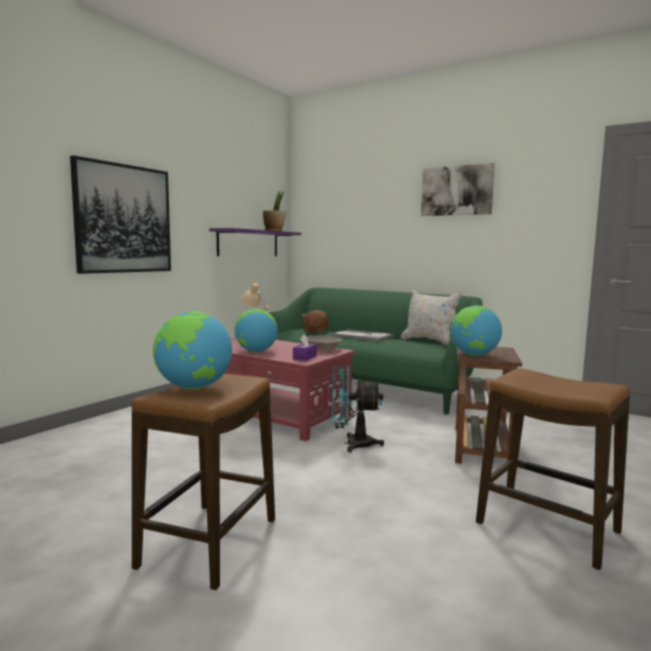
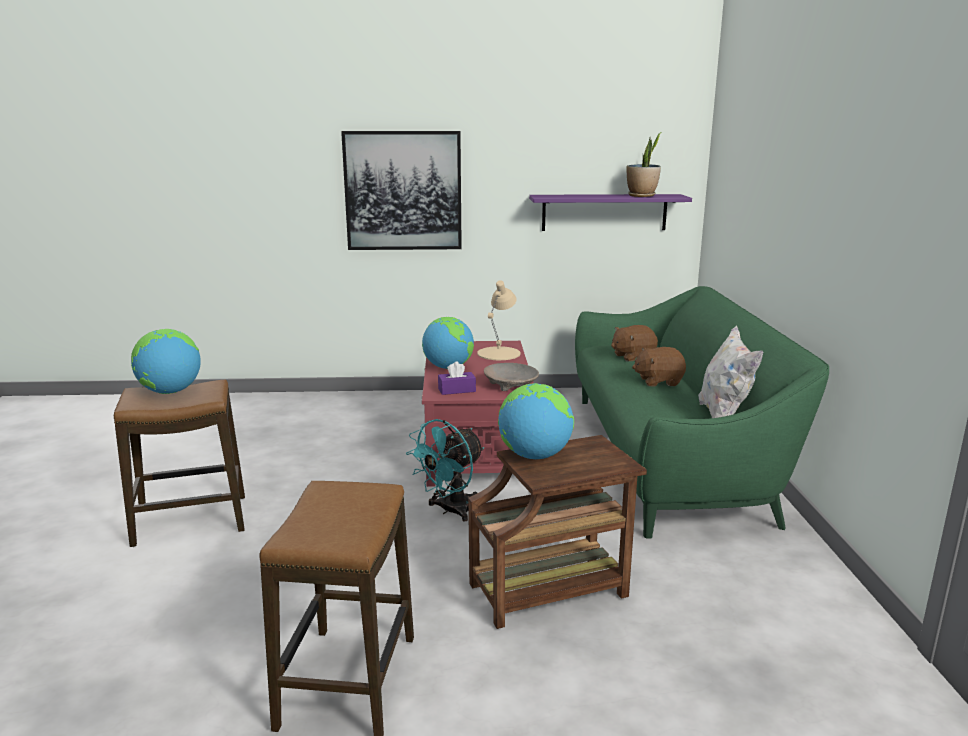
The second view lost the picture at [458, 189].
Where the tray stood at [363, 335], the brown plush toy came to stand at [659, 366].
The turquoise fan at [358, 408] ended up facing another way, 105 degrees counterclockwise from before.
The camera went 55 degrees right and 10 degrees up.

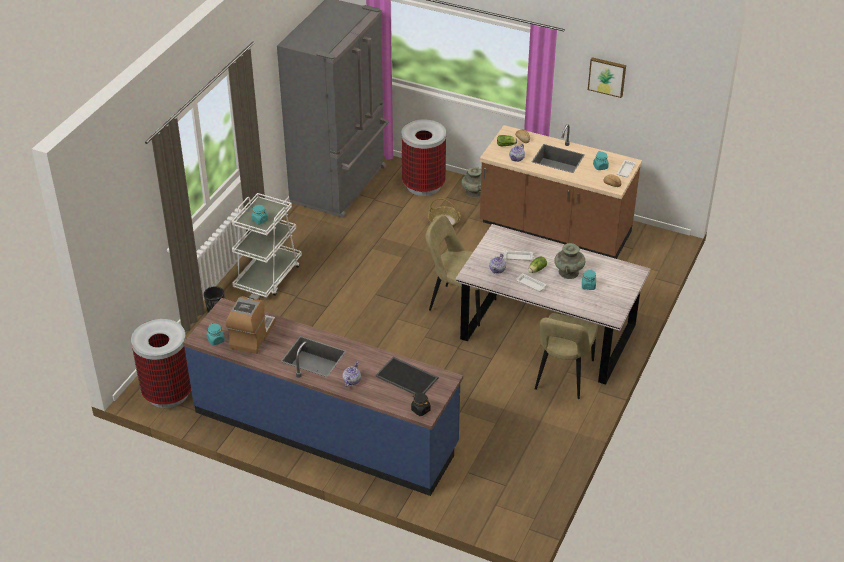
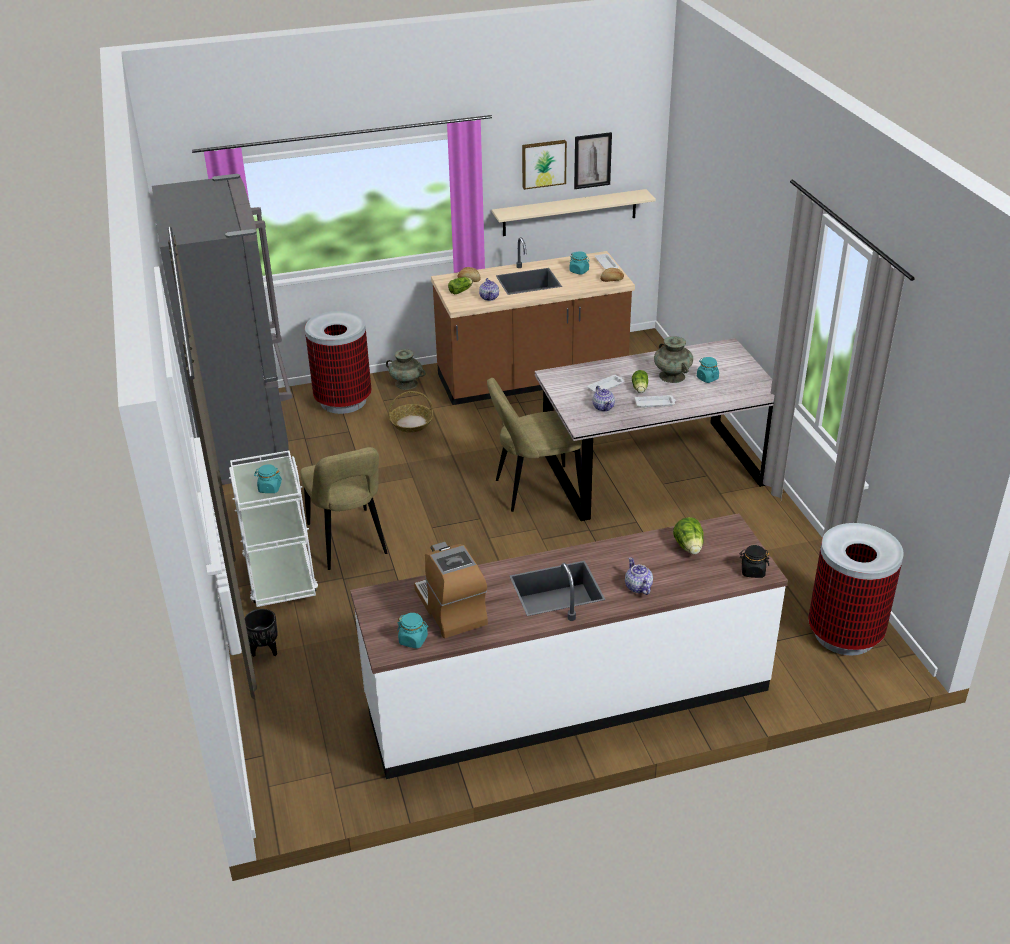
What was the blue counter at [323, 397] turned into the white counter at [569, 646].
The beige chair ended up elsewhere, having gone from [566, 356] to [343, 508].
The trash can ended up elsewhere, having gone from [161, 363] to [856, 589].
Where the tray stood at [406, 376], the lettuce came to stand at [688, 535].
The second view gained the picture at [593, 160].
The second view gained the beige shelf at [574, 212].
The camera went 40 degrees left and 5 degrees down.

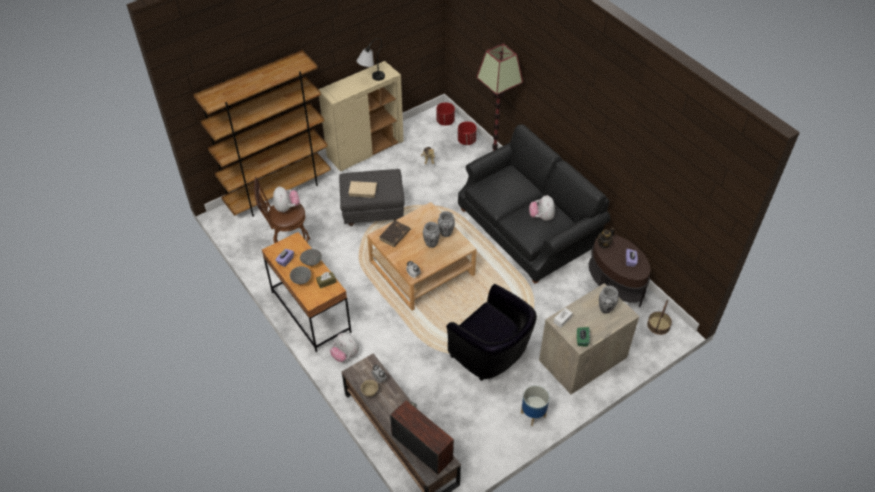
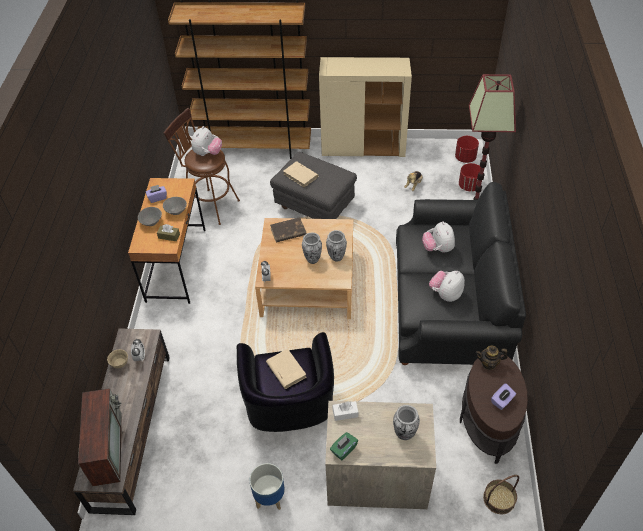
The second view lost the table lamp at [371, 59].
The plush toy ended up elsewhere, having gone from [344, 347] to [438, 236].
The second view gained the beige book at [286, 369].
The camera went 40 degrees right and 0 degrees up.

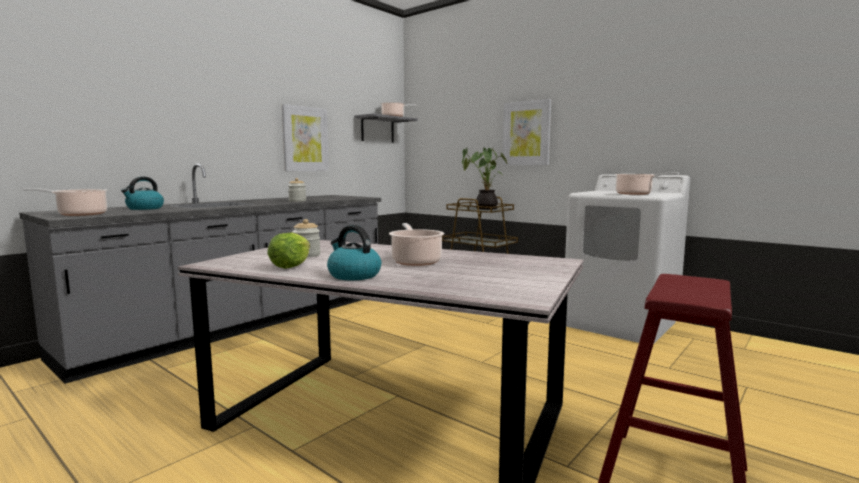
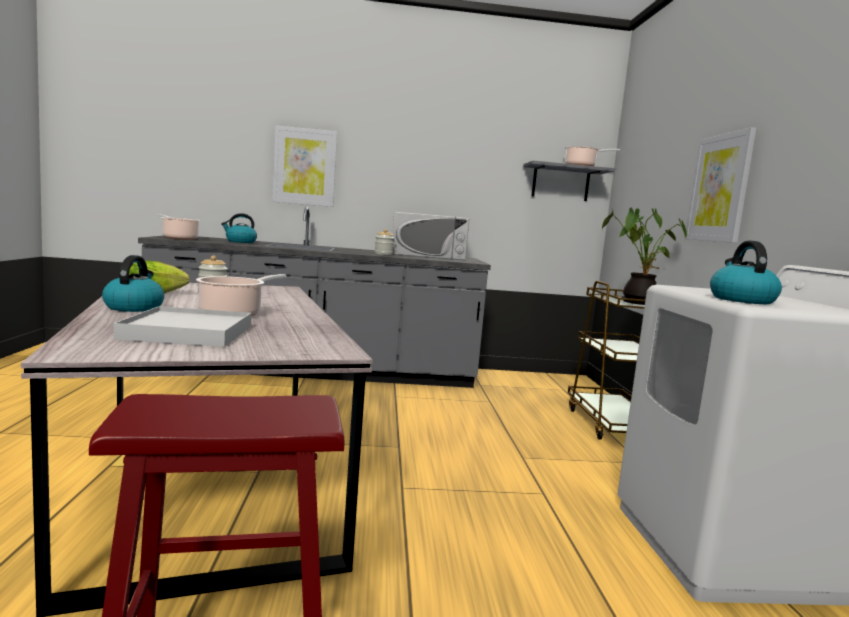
The picture ended up elsewhere, having gone from [305, 137] to [304, 166].
Where the cooking pot stood at [647, 184], the kettle came to stand at [746, 272].
The second view gained the white microwave at [431, 236].
The second view gained the white tray at [183, 326].
The camera went 45 degrees right and 0 degrees up.

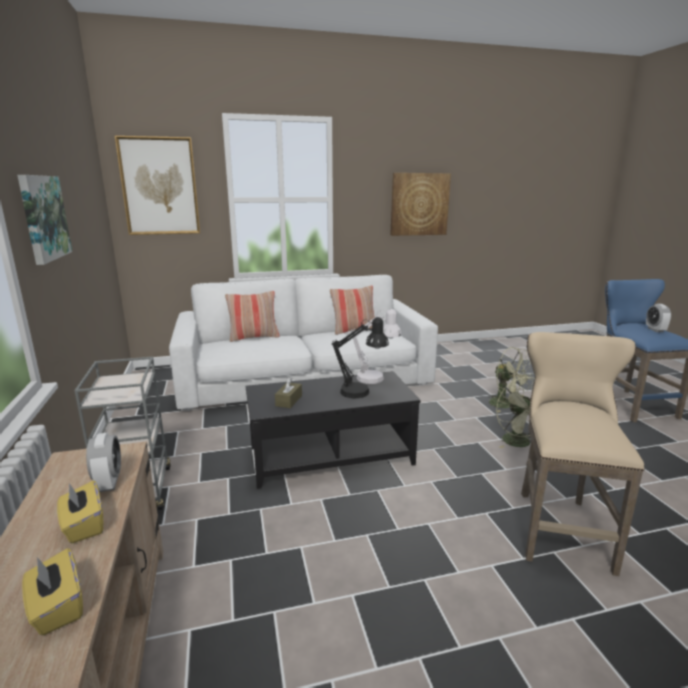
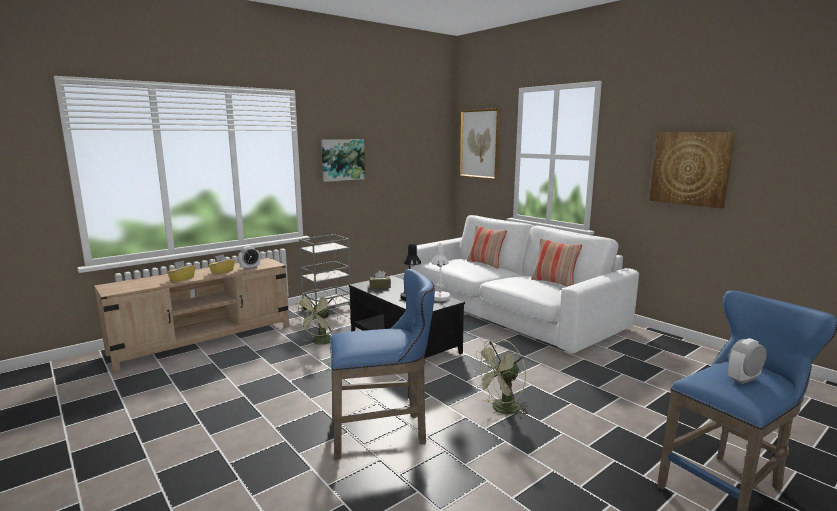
What was the beige stool at [583, 454] turned into the blue stool at [382, 364].
The green fan ended up elsewhere, having gone from [509, 379] to [316, 317].
The camera went 65 degrees right and 5 degrees down.

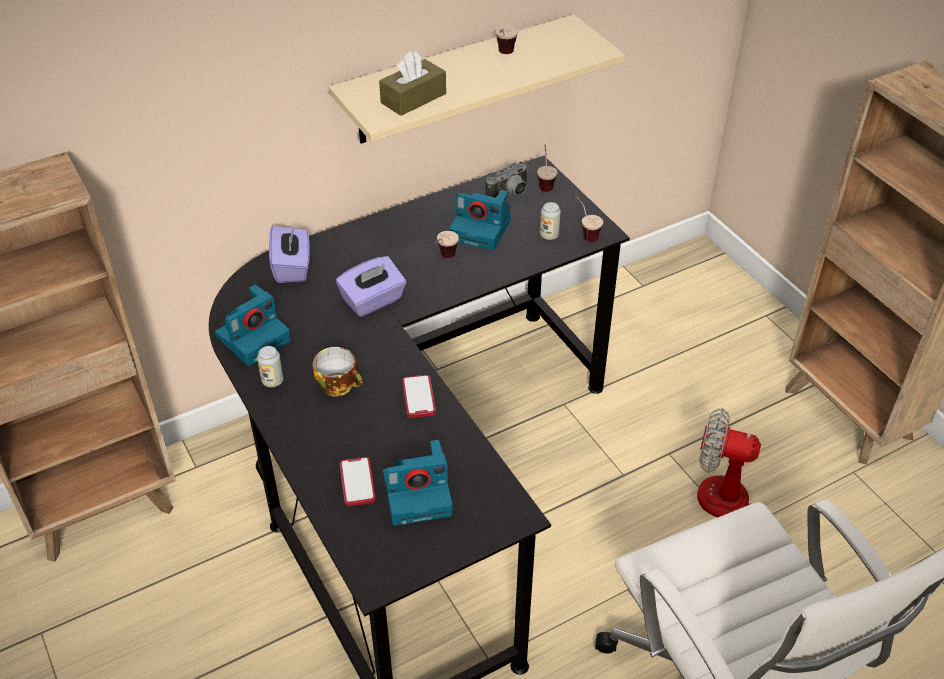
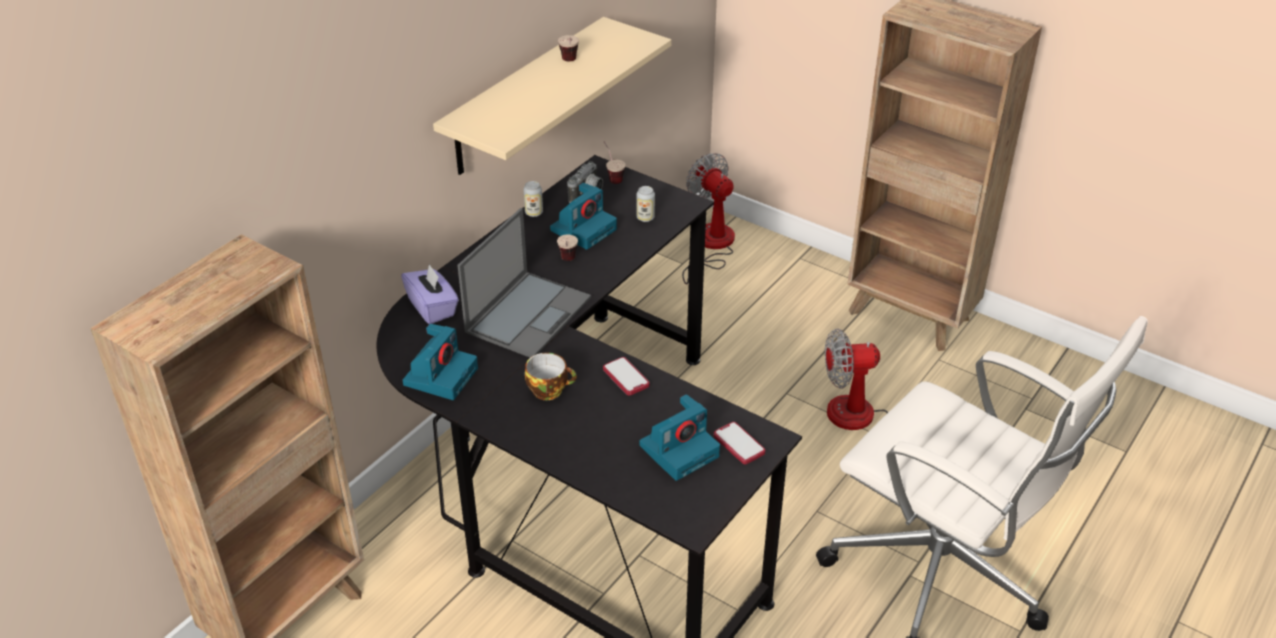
The second view lost the brown tissue box at [412, 83].
The photo camera at [480, 220] ended up facing another way, 45 degrees counterclockwise from before.
The second view lost the cup at [589, 218].
Where the purple tissue box stood at [371, 286], the laptop came to stand at [524, 283].
The can ended up elsewhere, having gone from [270, 366] to [533, 199].
The phone ended up elsewhere, having gone from [358, 482] to [739, 443].
The second view gained the fan at [708, 219].
The camera went 25 degrees left and 5 degrees down.

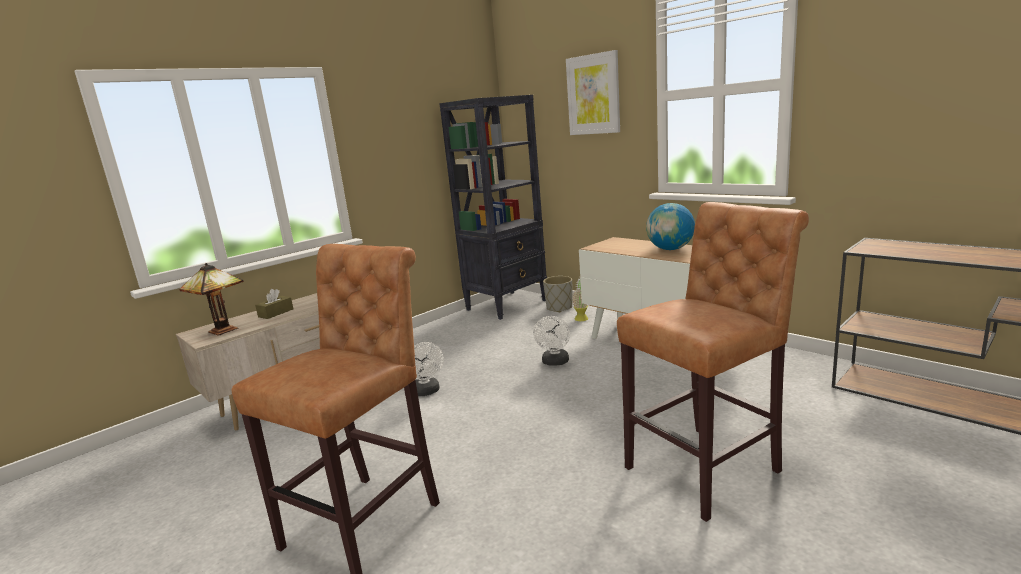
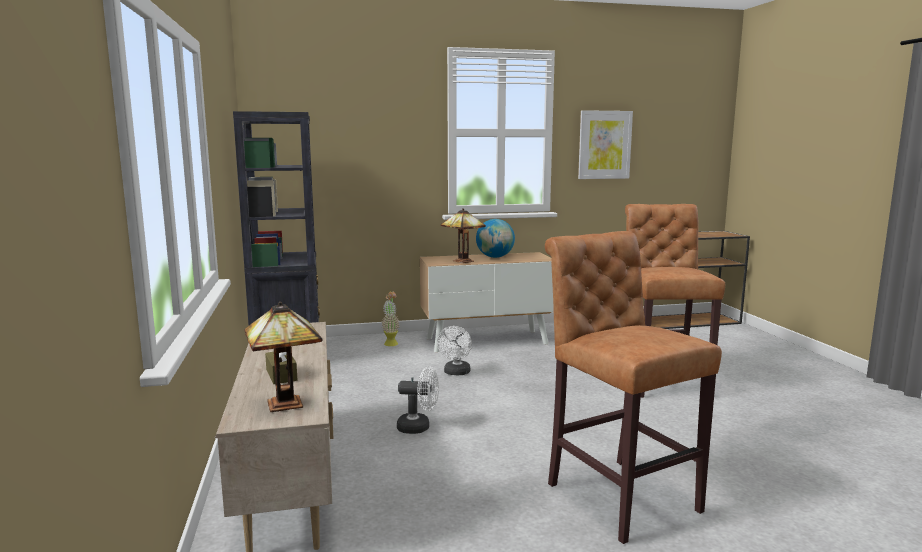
The picture ended up elsewhere, having gone from [593, 92] to [605, 144].
The second view lost the grey planter at [557, 294].
The white fan at [551, 341] ended up facing another way, 60 degrees clockwise from before.
The second view gained the table lamp at [463, 235].
The camera went 60 degrees left and 5 degrees down.

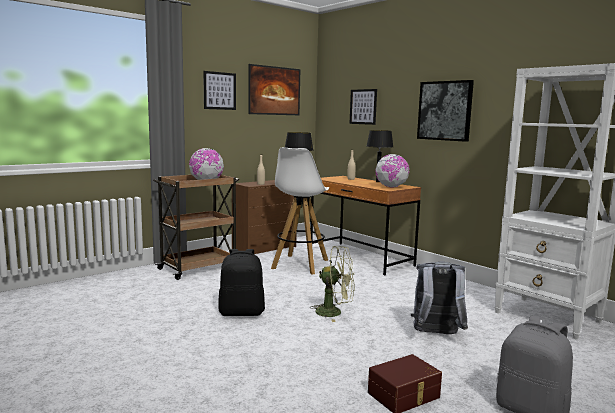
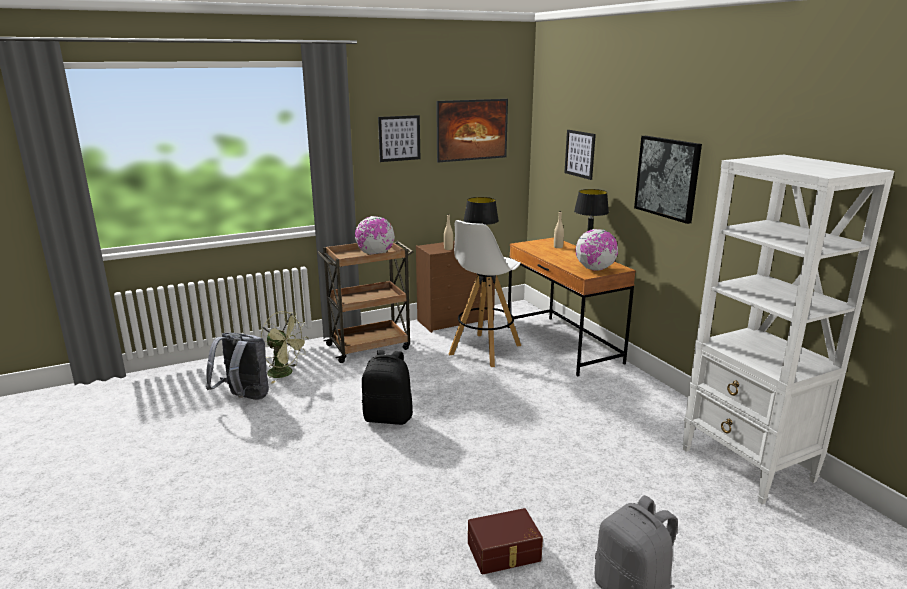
The green fan ended up elsewhere, having gone from [333, 284] to [285, 347].
The grey backpack ended up elsewhere, having gone from [439, 298] to [237, 366].
The camera went 15 degrees right and 10 degrees up.

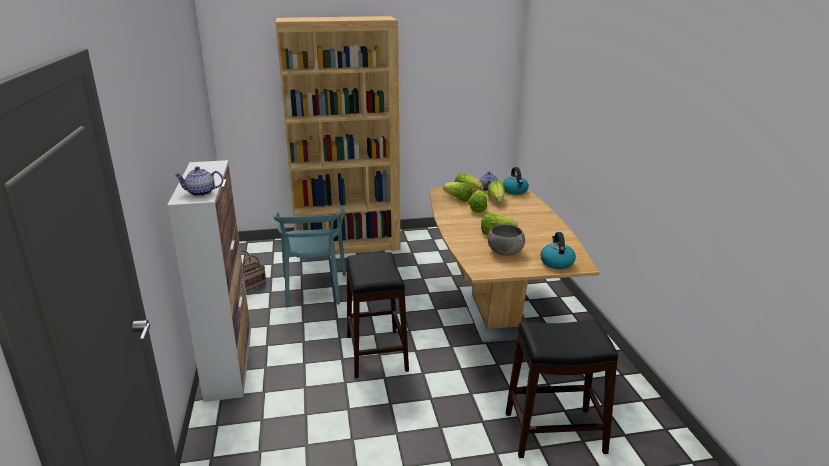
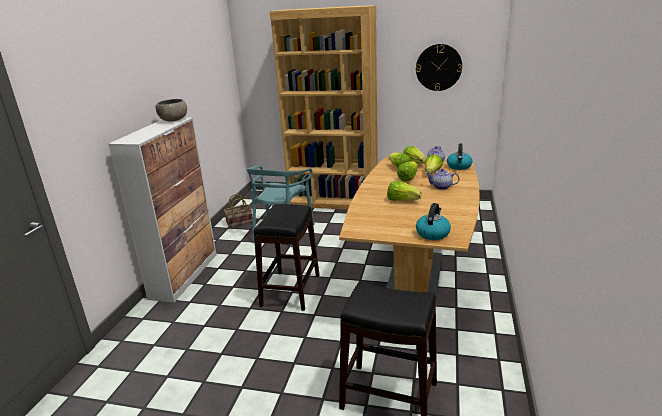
The teapot ended up elsewhere, having gone from [198, 181] to [442, 179].
The grey bowl ended up elsewhere, having gone from [506, 240] to [171, 110].
The second view gained the wall clock at [439, 67].
The camera went 25 degrees right and 0 degrees up.

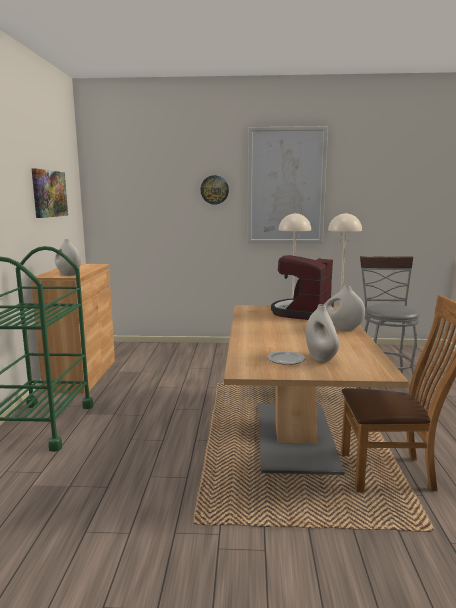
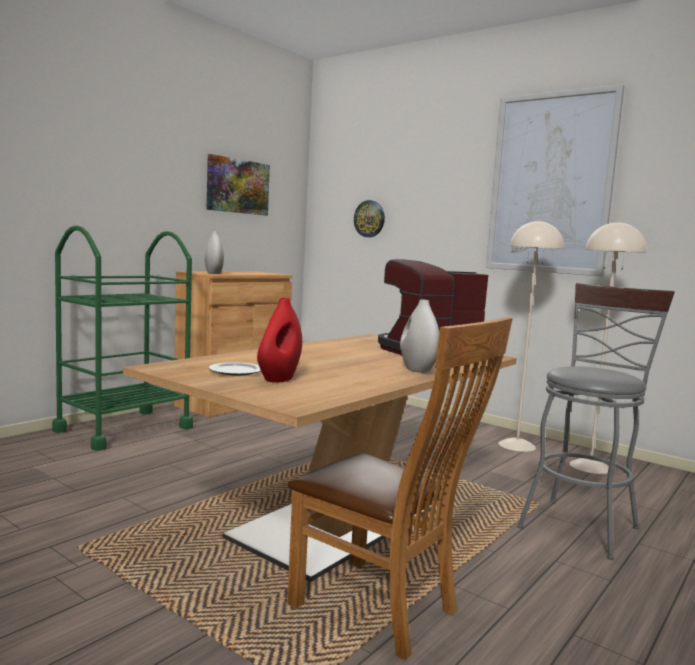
The wall clock ended up elsewhere, having gone from [214, 190] to [369, 218].
What was the white vase at [323, 333] turned into the red vase at [279, 340].
The camera went 35 degrees right and 5 degrees down.

